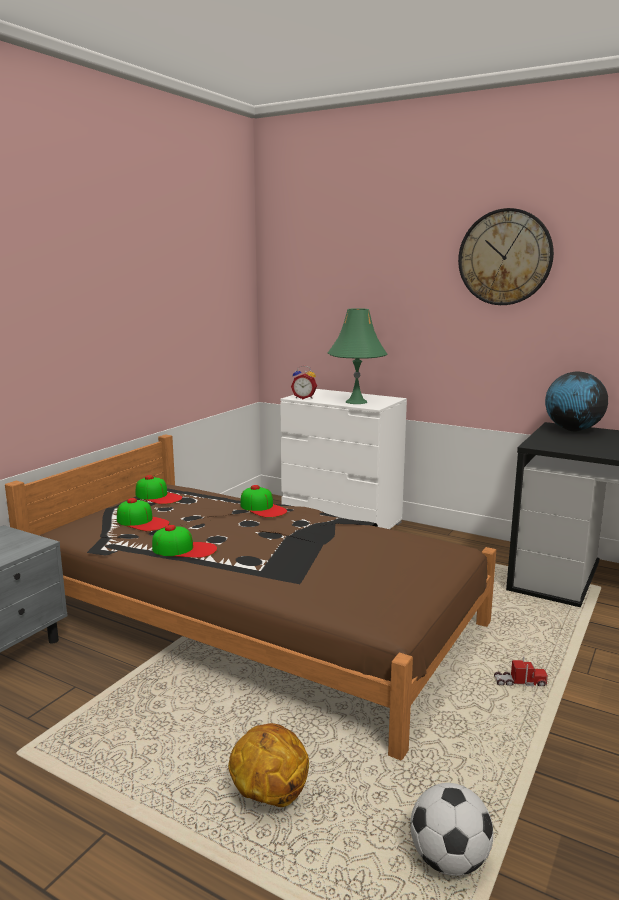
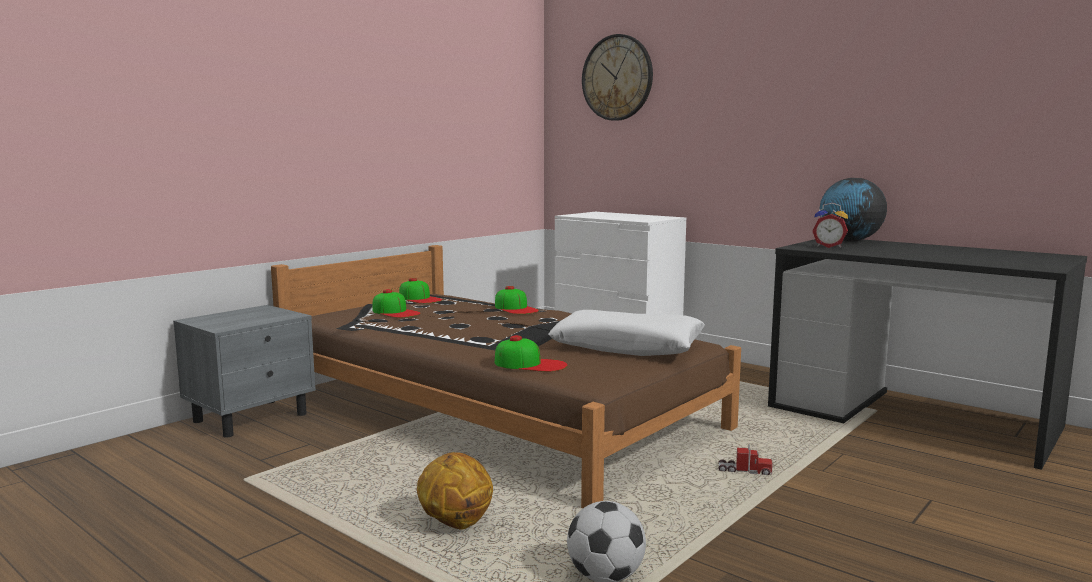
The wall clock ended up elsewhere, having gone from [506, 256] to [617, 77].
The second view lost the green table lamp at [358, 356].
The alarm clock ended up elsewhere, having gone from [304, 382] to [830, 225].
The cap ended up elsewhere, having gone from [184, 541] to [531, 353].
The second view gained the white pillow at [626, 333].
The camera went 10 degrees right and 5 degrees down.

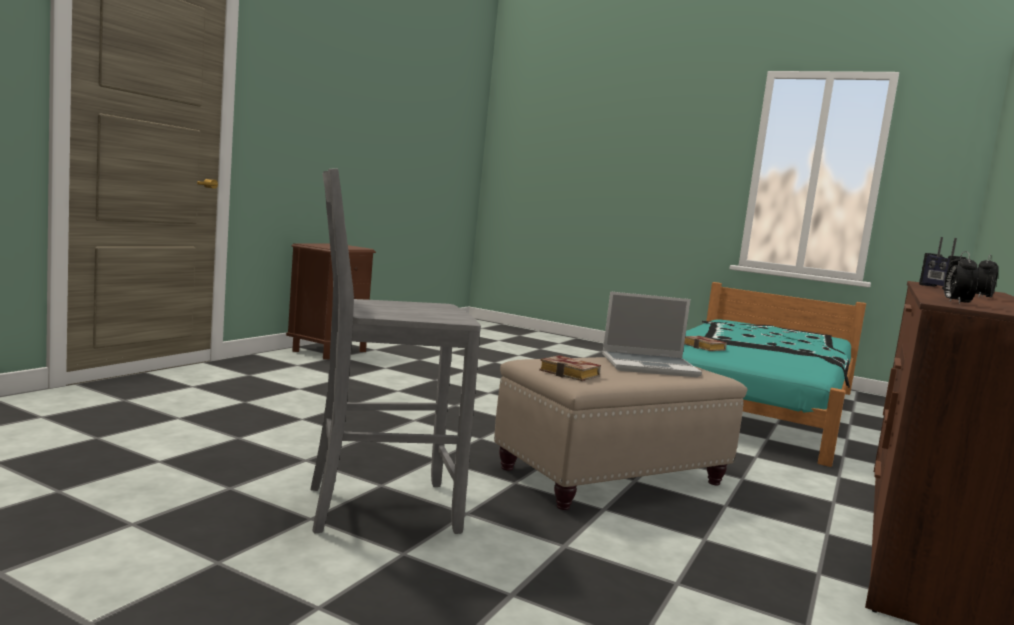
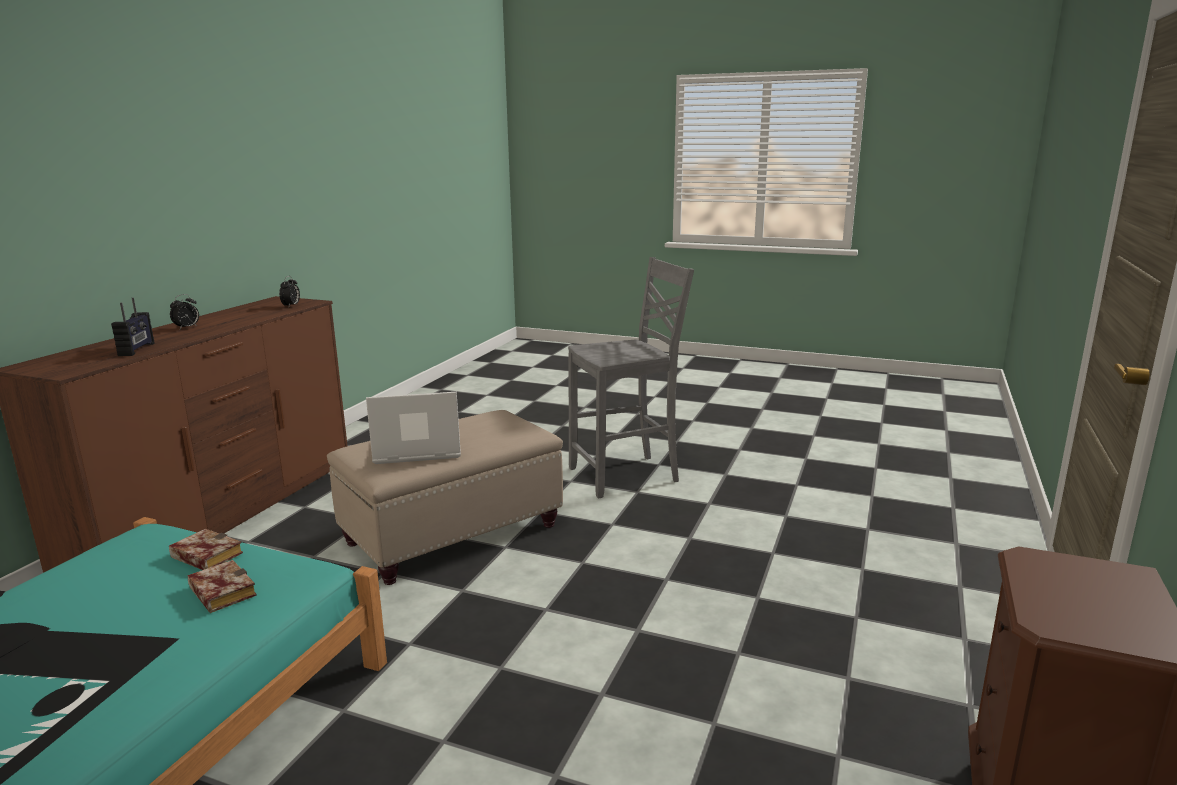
The book ended up elsewhere, having gone from [570, 368] to [206, 549].
The camera went 175 degrees right and 10 degrees up.

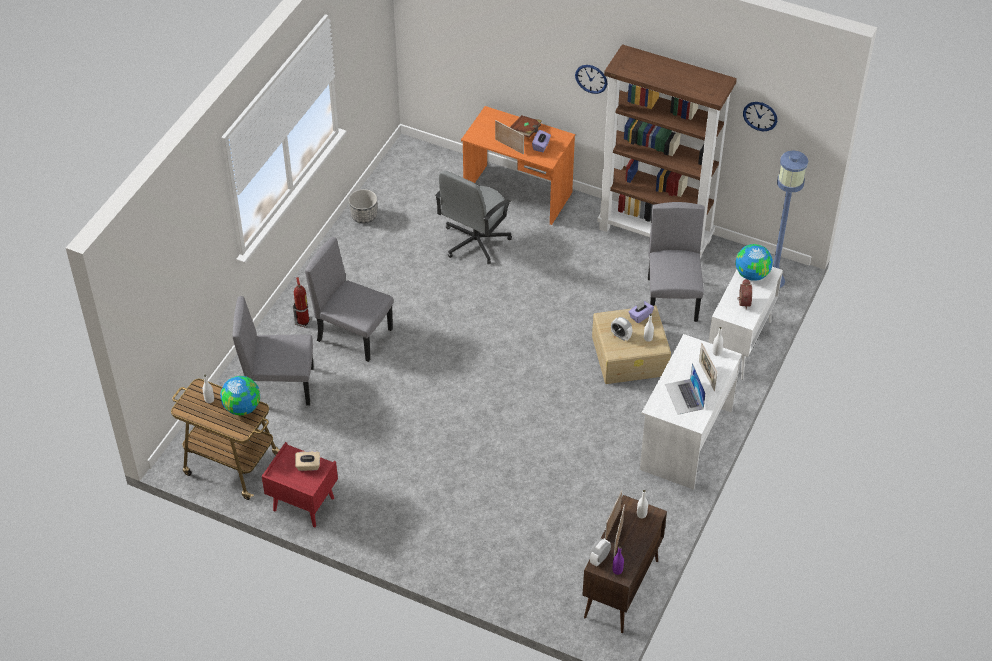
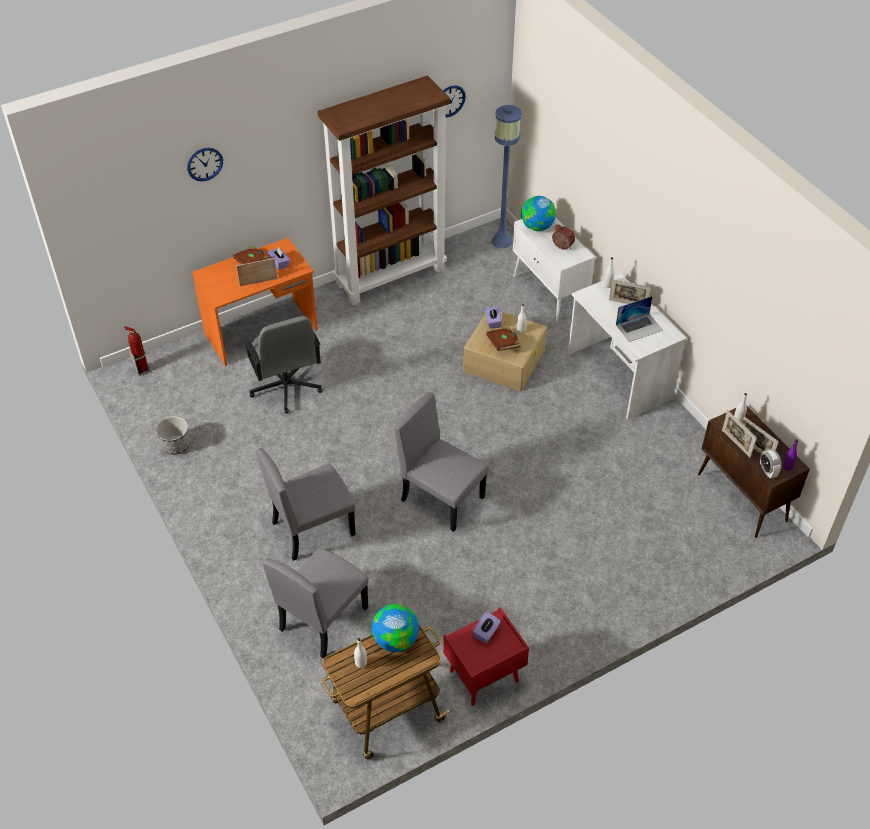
The wall clock ended up elsewhere, having gone from [591, 79] to [205, 164].
The grey chair ended up elsewhere, having gone from [676, 262] to [441, 462].
The fire extinguisher ended up elsewhere, having gone from [302, 302] to [137, 351].
Where the alarm clock stood at [622, 329], the brown book came to stand at [503, 339].
The laptop at [685, 389] ended up facing another way, 45 degrees counterclockwise from before.
What was the beige tissue box at [307, 461] turned into the purple tissue box at [486, 627].
The camera went 55 degrees left and 0 degrees up.

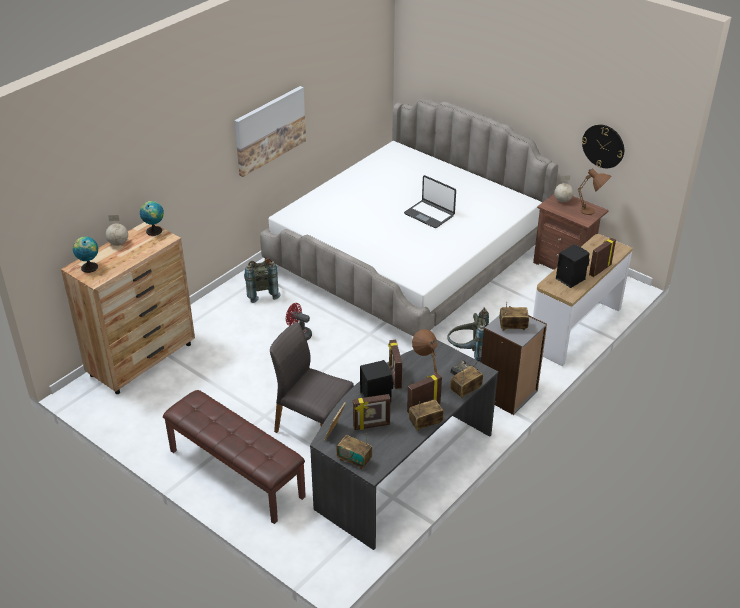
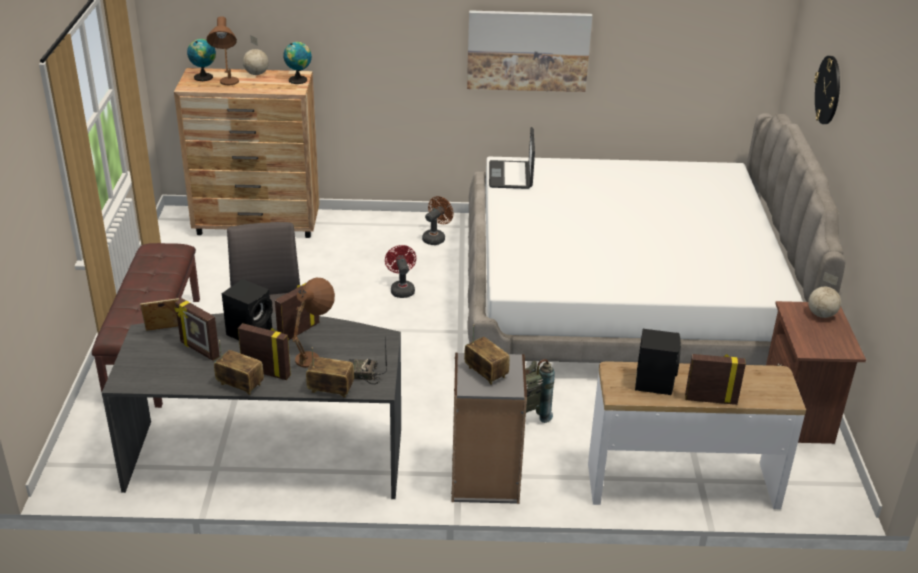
The wall clock ended up elsewhere, having gone from [603, 146] to [827, 90].
The brown table lamp ended up elsewhere, having gone from [594, 191] to [222, 50].
The laptop ended up elsewhere, having gone from [430, 201] to [512, 158].
Where the grey backpack stood at [262, 280], the brown fan came to stand at [438, 220].
The second view lost the radio at [354, 451].
The camera went 50 degrees right and 5 degrees down.

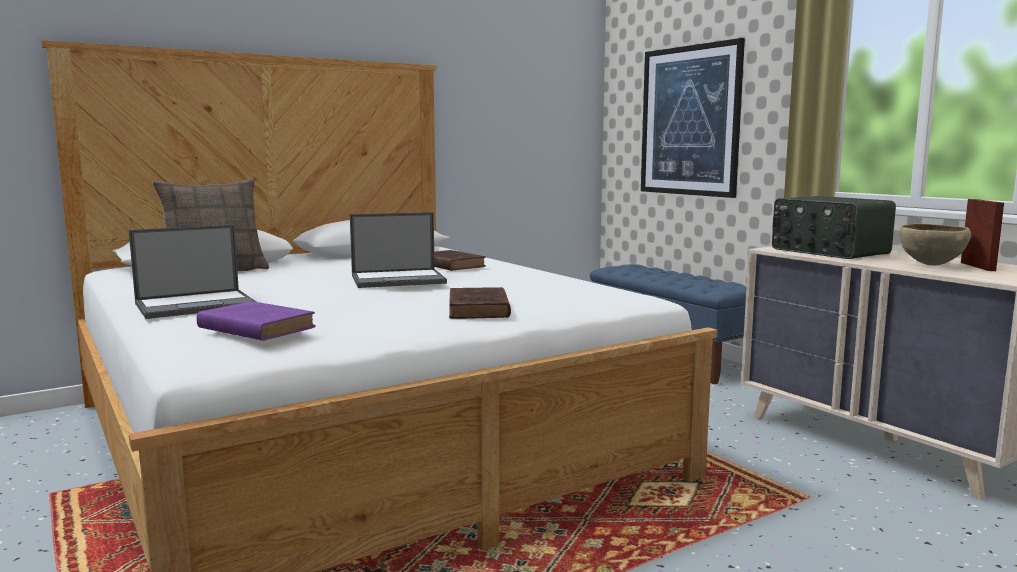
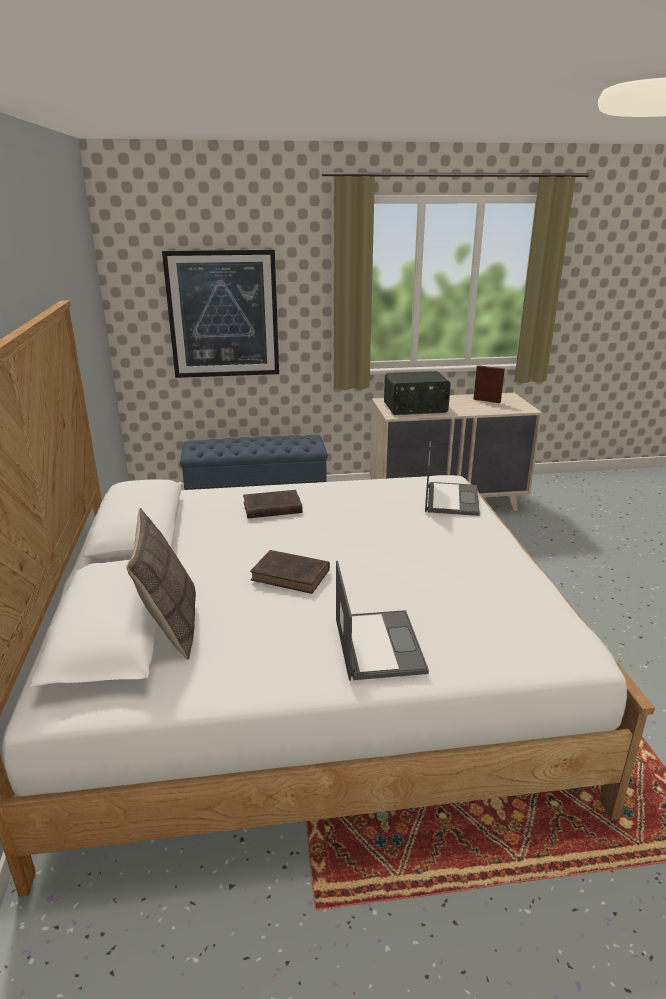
The laptop ended up elsewhere, having gone from [398, 250] to [452, 478].
The second view lost the brown bowl at [935, 245].
The brown book ended up elsewhere, having gone from [480, 303] to [290, 572].
The second view lost the purple book at [256, 321].
The camera went 65 degrees left and 15 degrees up.

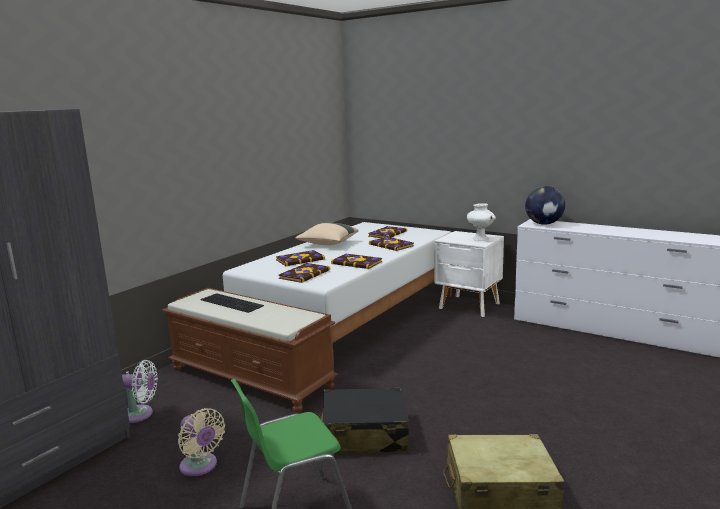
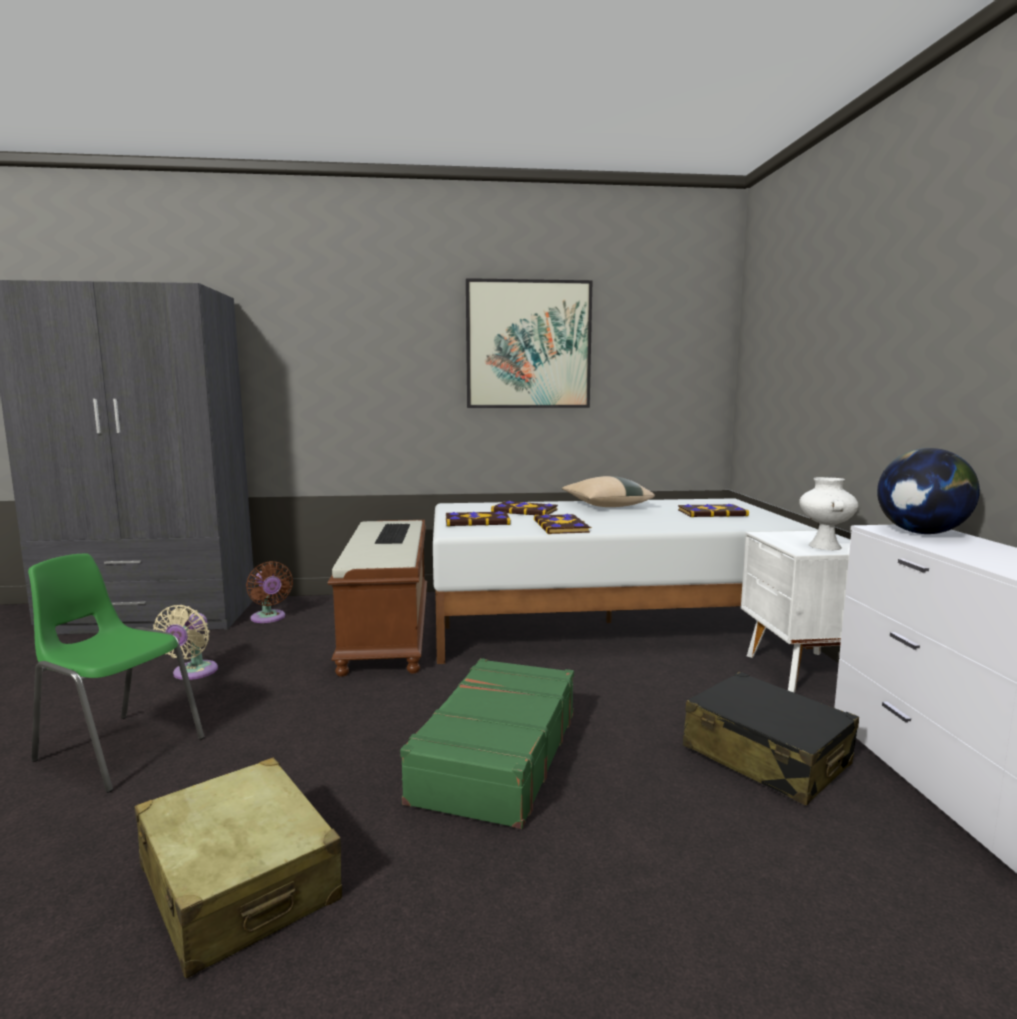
The second view lost the book at [391, 244].
What was the white fan at [140, 391] turned into the brown fan at [269, 592].
The black suitcase ended up elsewhere, having gone from [363, 420] to [771, 739].
The second view gained the picture at [529, 343].
The second view gained the green suitcase at [487, 743].
The camera went 50 degrees right and 5 degrees down.

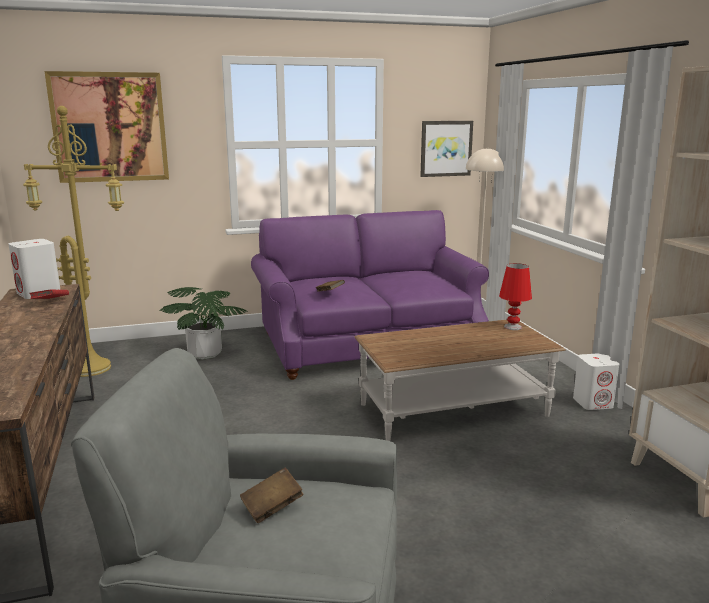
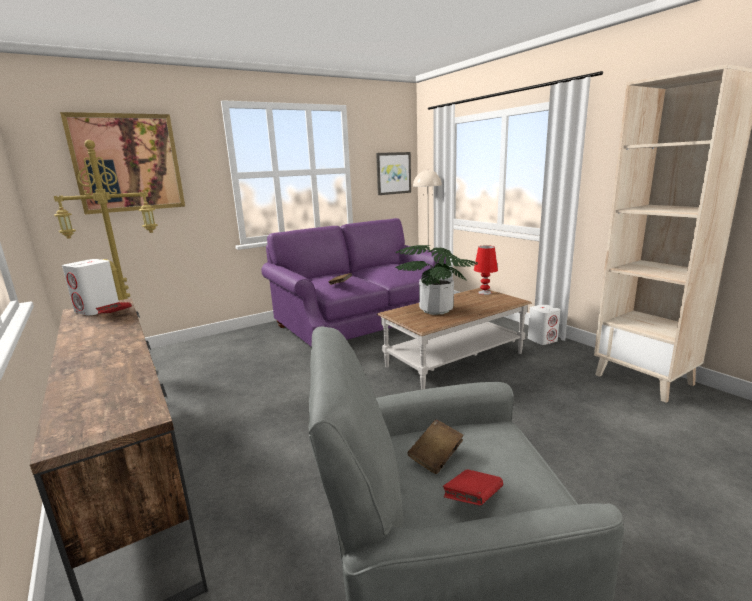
The potted plant ended up elsewhere, having gone from [203, 323] to [436, 280].
The second view gained the red book at [473, 487].
The camera went 15 degrees left and 0 degrees up.

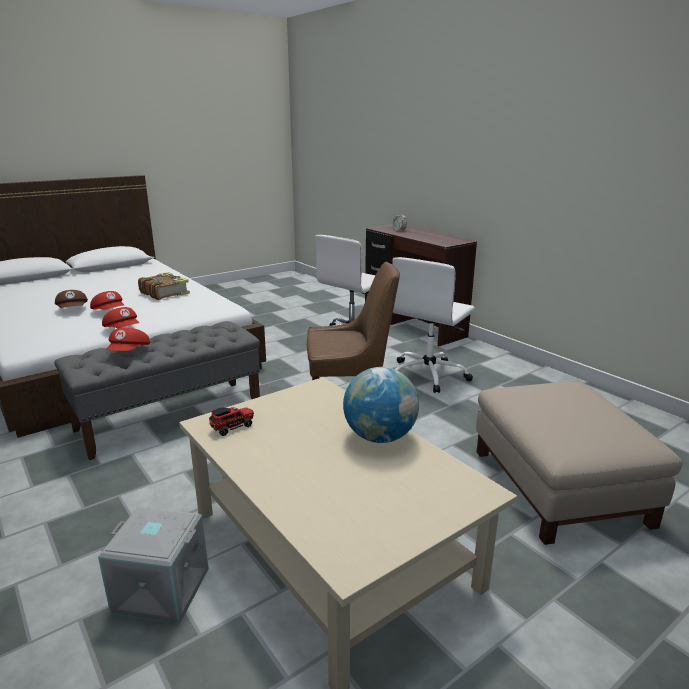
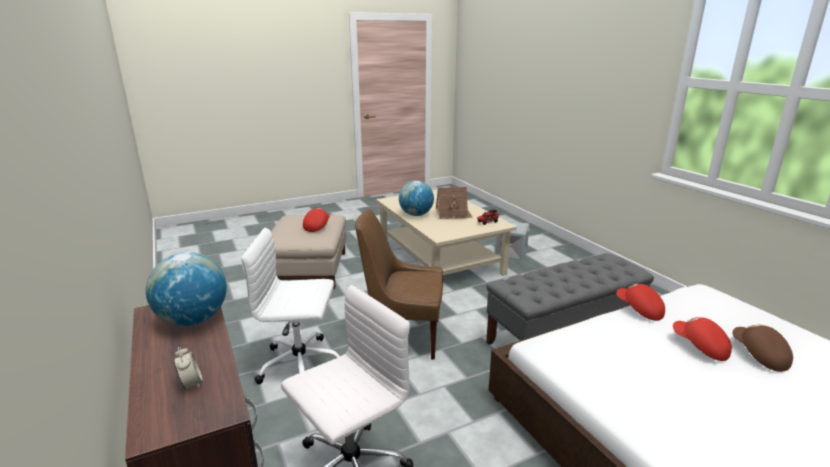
The white office chair at [433, 325] ended up facing another way, 135 degrees counterclockwise from before.
The second view lost the book at [164, 286].
The red cap ended up elsewhere, having gone from [128, 339] to [316, 220].
The second view gained the toy house at [454, 203].
The second view gained the globe at [186, 289].
The camera went 170 degrees left and 0 degrees up.

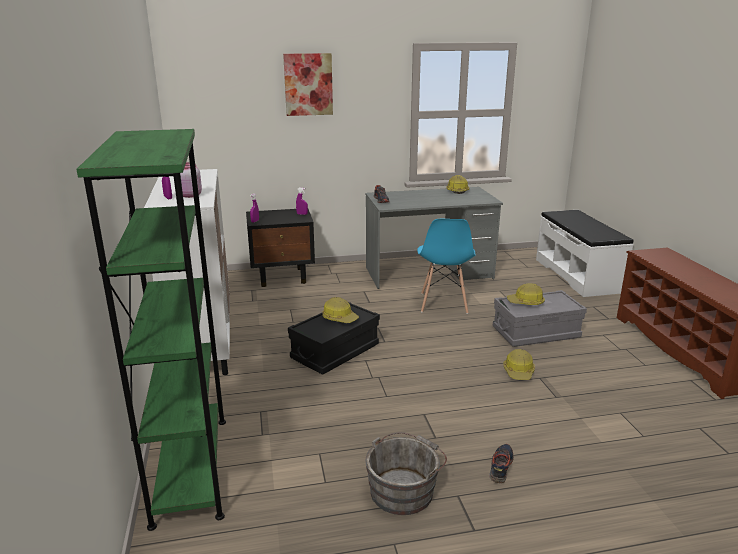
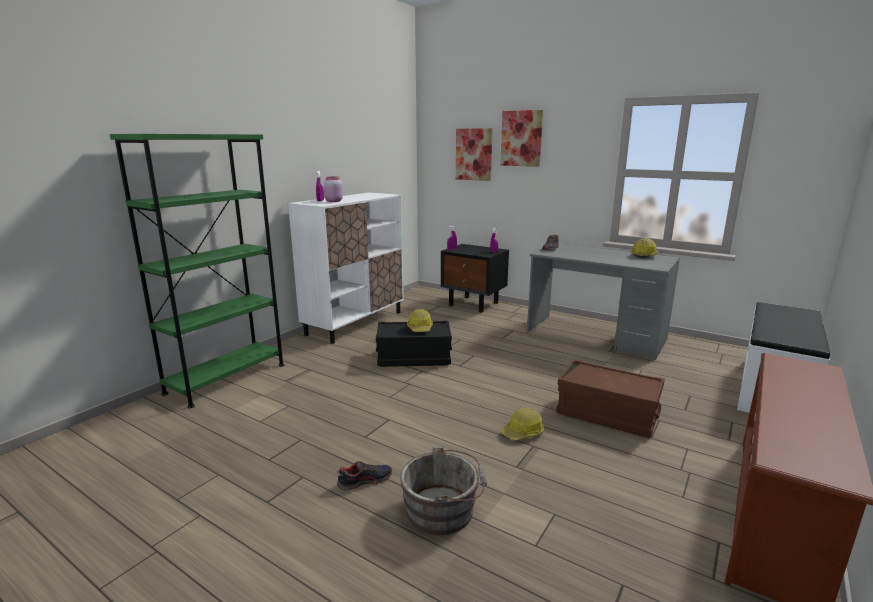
The second view lost the blue chair at [446, 266].
The second view lost the hard hat at [526, 294].
What was the grey storage box at [540, 318] turned into the brown storage box at [610, 398].
The grey bucket ended up elsewhere, having gone from [406, 473] to [443, 491].
The second view gained the picture at [474, 154].
The camera went 45 degrees right and 5 degrees down.

